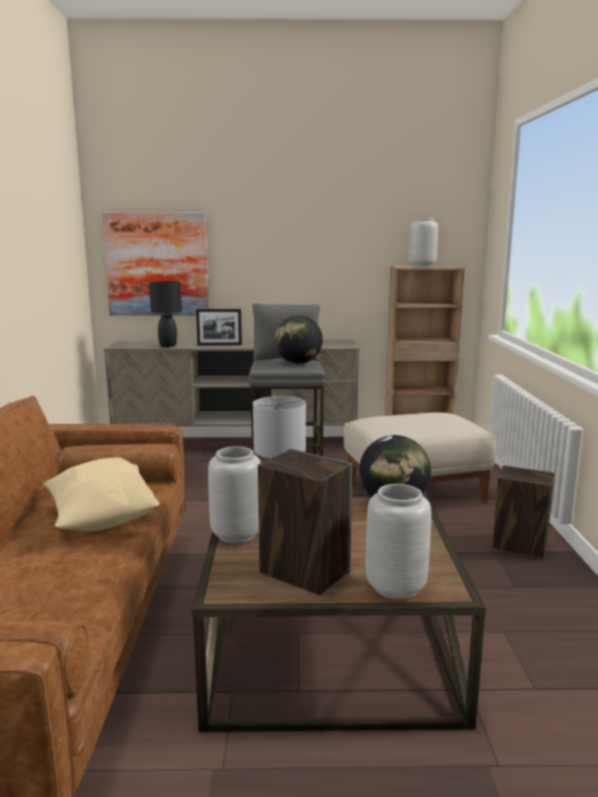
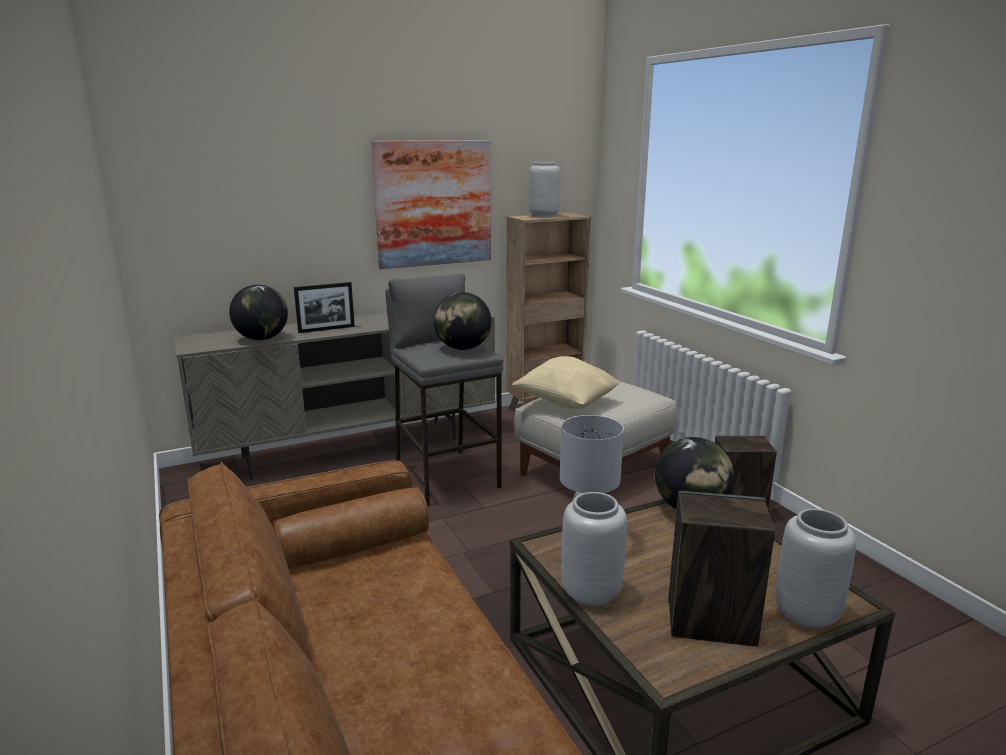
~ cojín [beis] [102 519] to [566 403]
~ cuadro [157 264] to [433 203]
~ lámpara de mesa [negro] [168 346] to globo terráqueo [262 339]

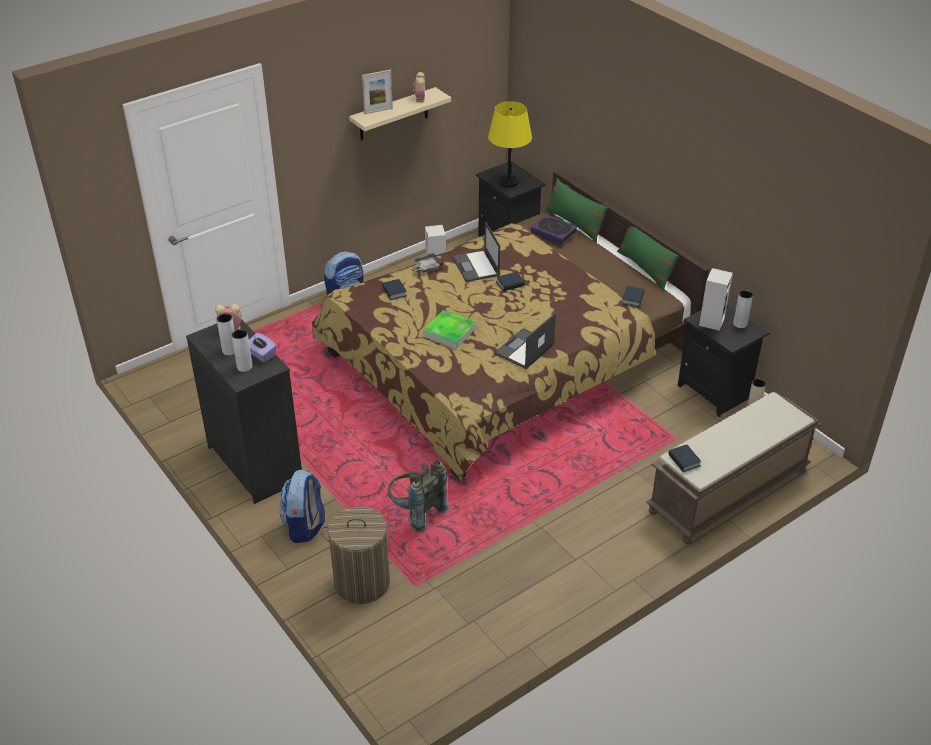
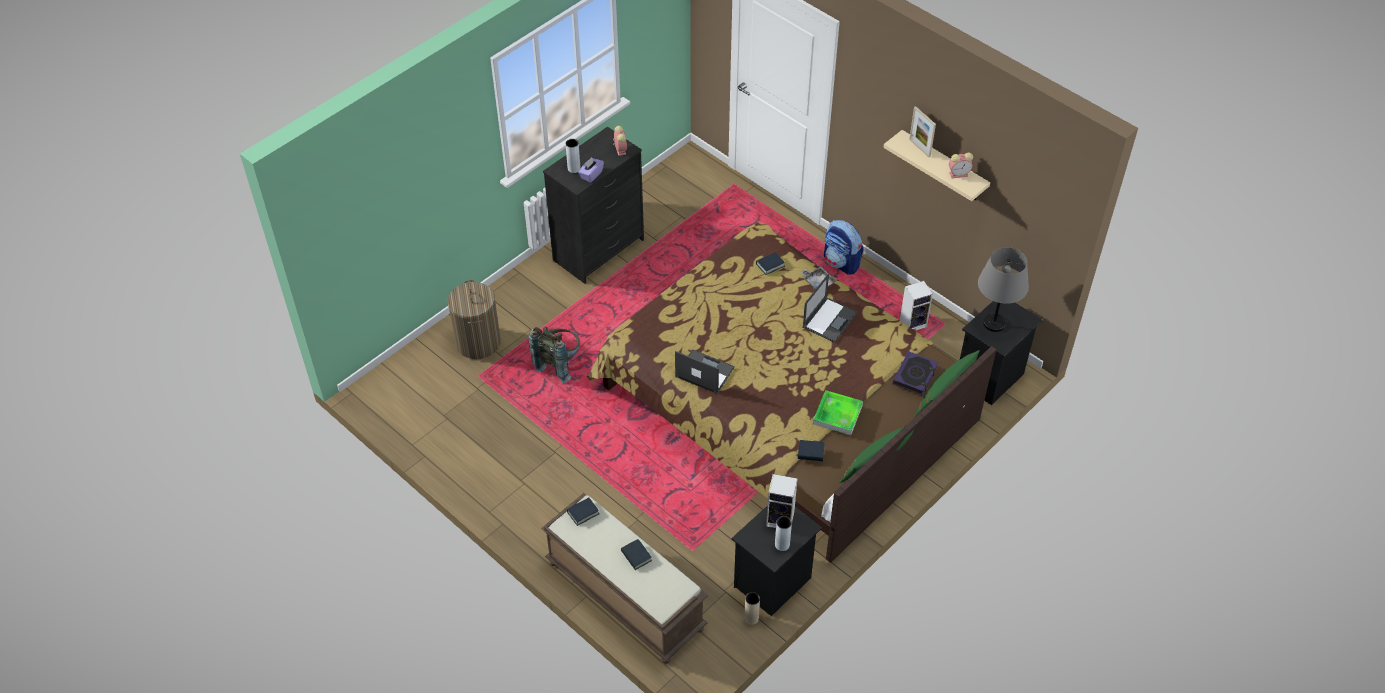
- florero [gris] [230 350]
- mochila [305 526]
~ bandeja [449 332] to [837 415]
~ portátil [476 266] = [829 319] 150 degrees clockwise
~ lámpara de mesa [amarillo] [508 182] to lámpara de mesa [gris] [994 323]
~ libro [510 284] to [636 556]

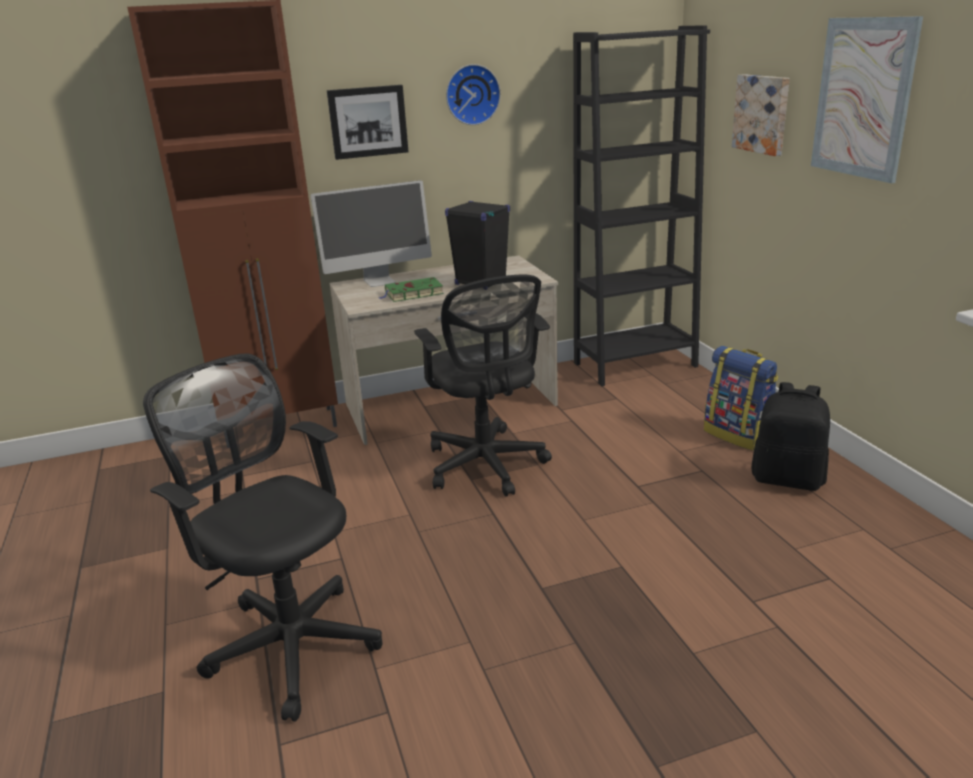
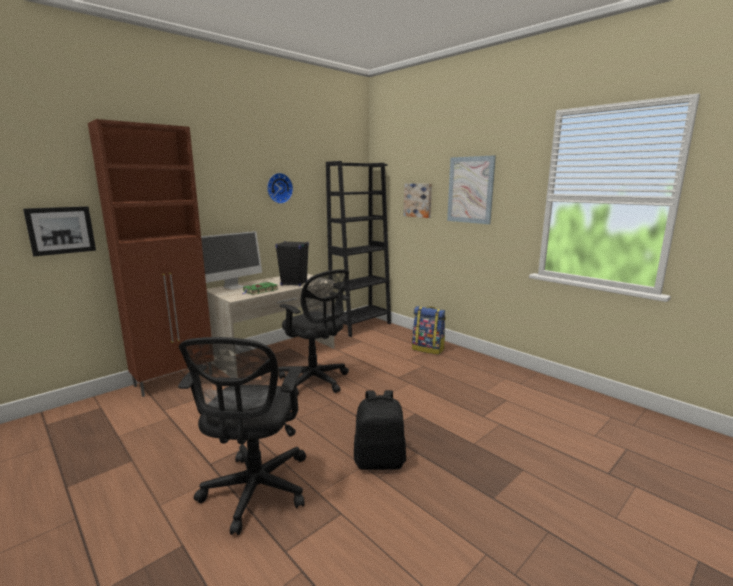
~ silla de oficina [negro] [289 641] = [254 492] 105 degrees counterclockwise
~ cuadro [368 121] to [61 230]
~ mochila [negro] [788 479] to [380 461]

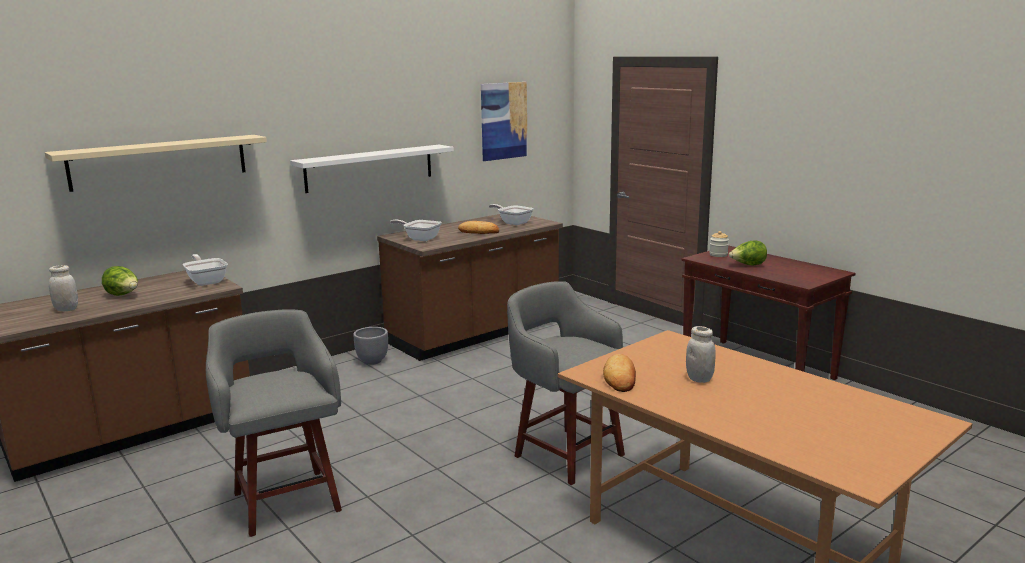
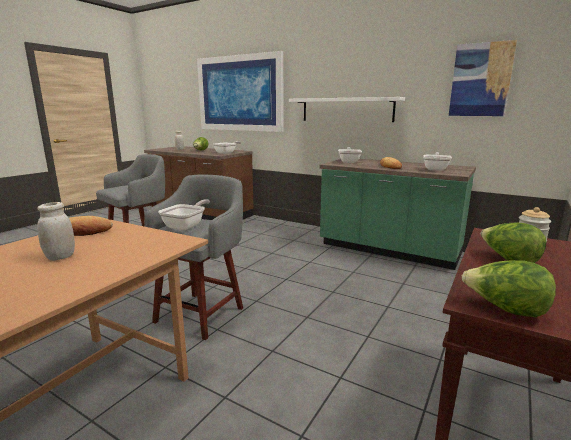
~ estante [beis] [160 162] to cuadro [239 93]
- maceta [gris] [372 361]
~ mueble bajo de cocina [marrón] [475 333] to mueble bajo de cocina [verde] [388 249]
+ sartén [187 226]
+ lechuga [505 310]

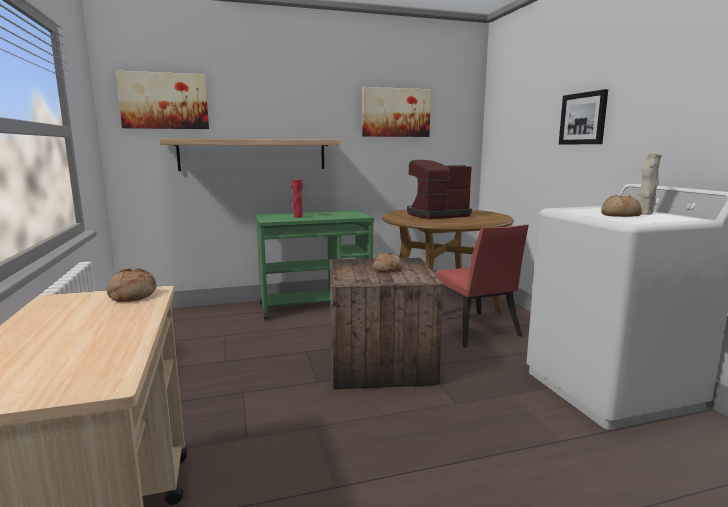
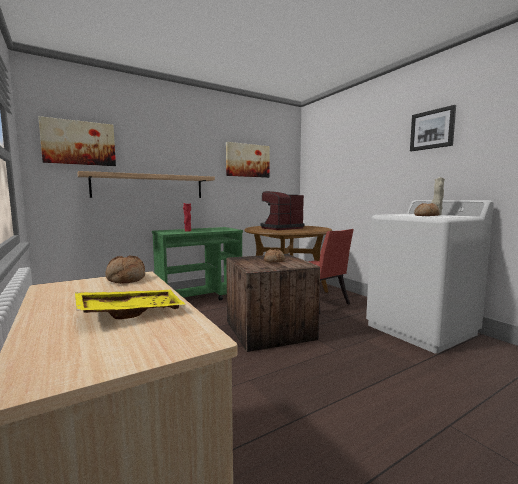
~ cuadro [583 118] to [432 129]
+ bandeja [amarillo] [131 312]

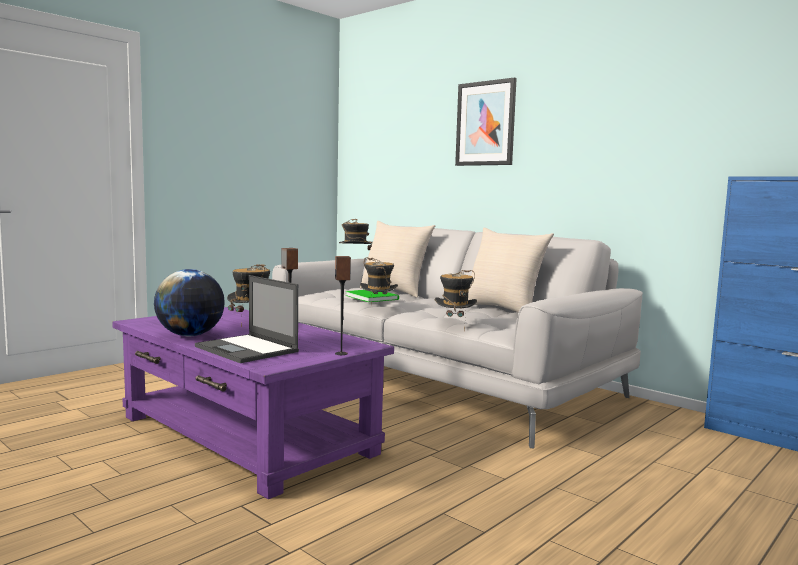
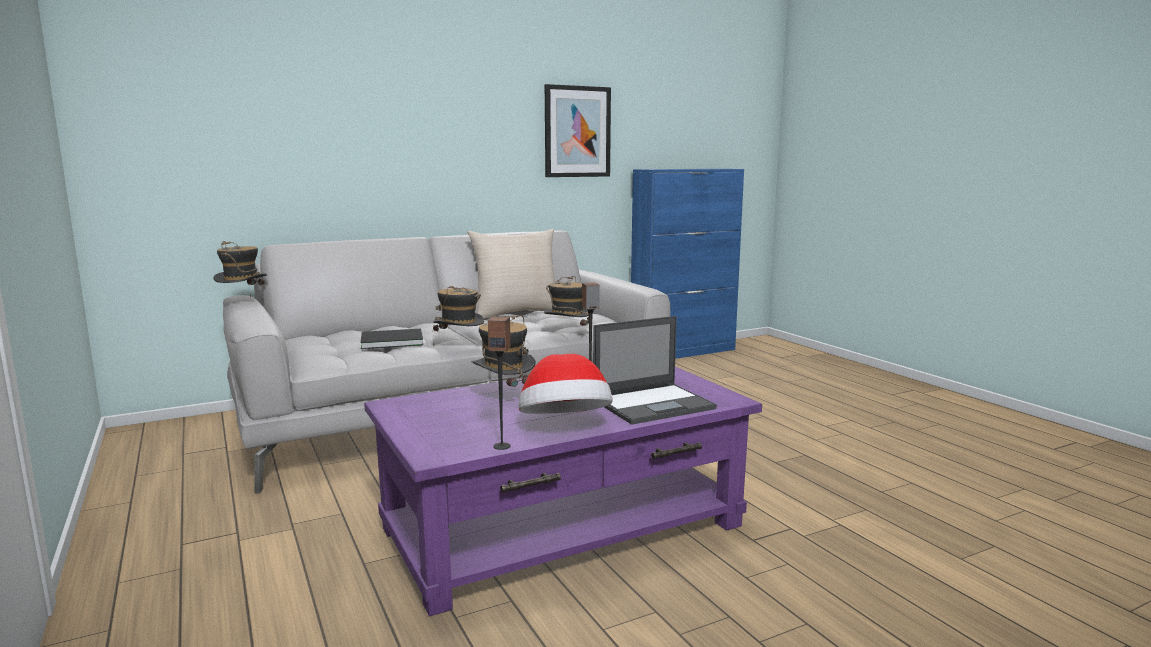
~ globo terráqueo [190 335] to sombrero [564 425]
~ altavoz [341 353] to [502 446]
~ libro [verde] [372 297] to libro [negro] [390 340]
- cojín [beis] [395 291]
~ cuadro [485 123] to [577 132]

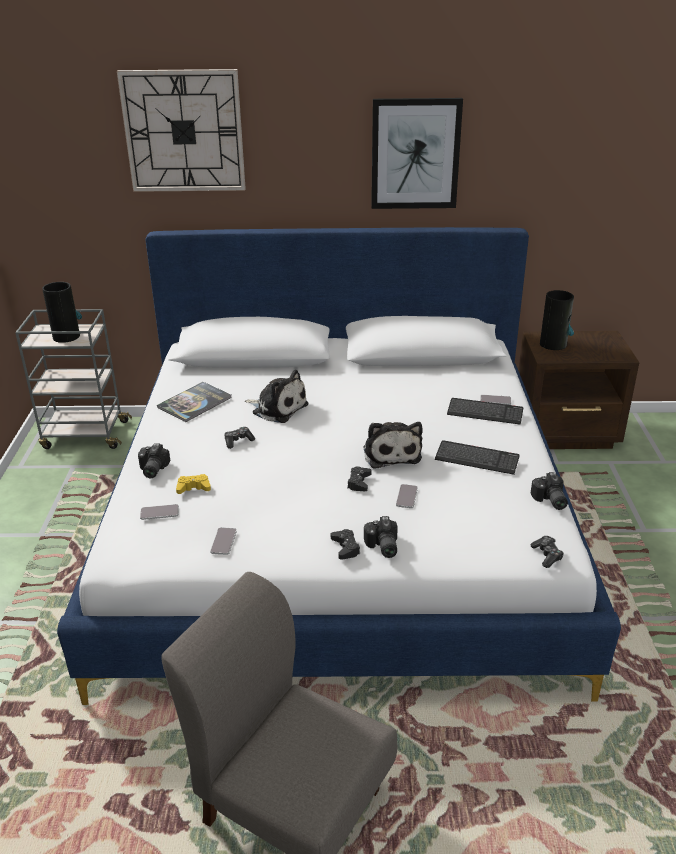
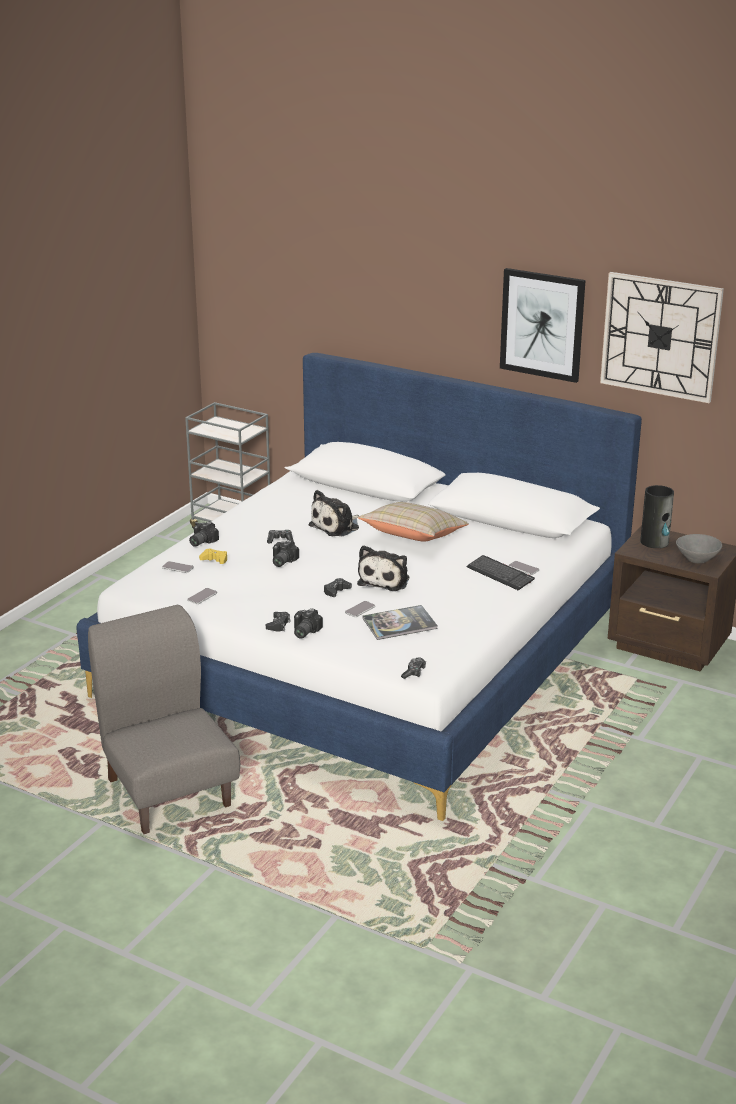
- florero [66 336]
~ reloj de pared [184 131] to [660 336]
~ libro [194 403] to [399 624]
~ peluche [277 408] = [336 526] 75 degrees clockwise
- teclado [476 459]
~ cámara [549 501] to [281 561]
+ cojín [beis] [413 537]
+ cuenco [gris] [696 559]

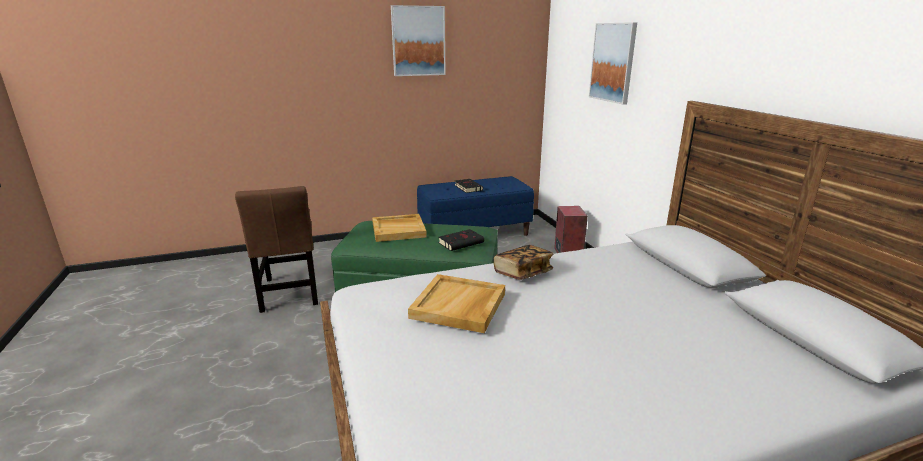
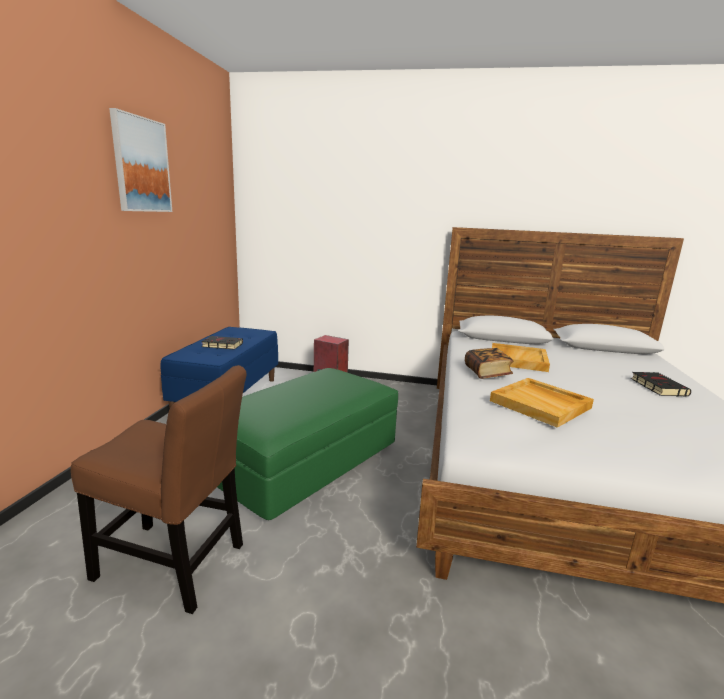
~ bandeja [beis] [399 230] to [517 359]
~ libro [negro] [462 242] to [657 386]
- cuadro [613 62]

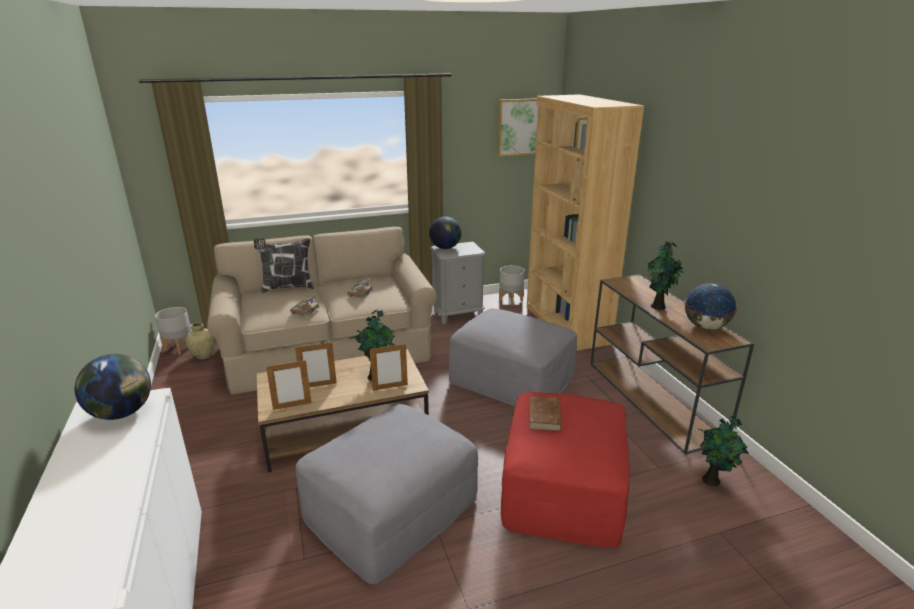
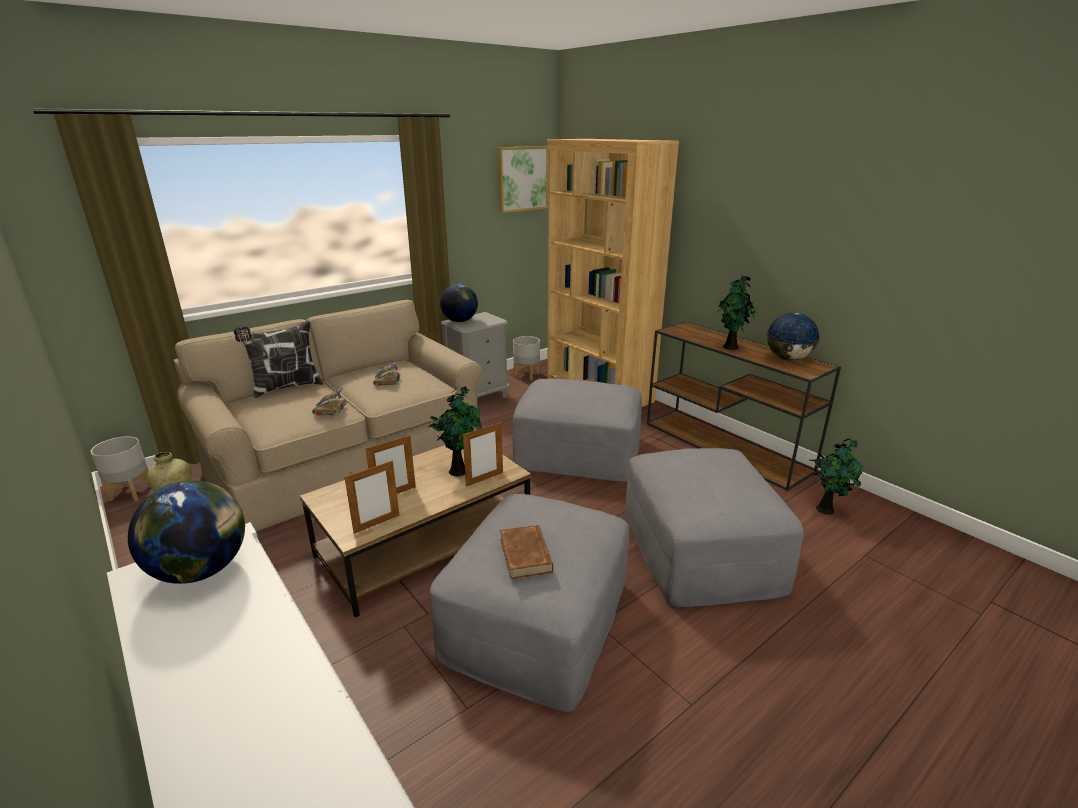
~ puf [rojo] [563 487] to puf [gris] [701 549]
~ libro [marrón] [545 416] to [526 554]

